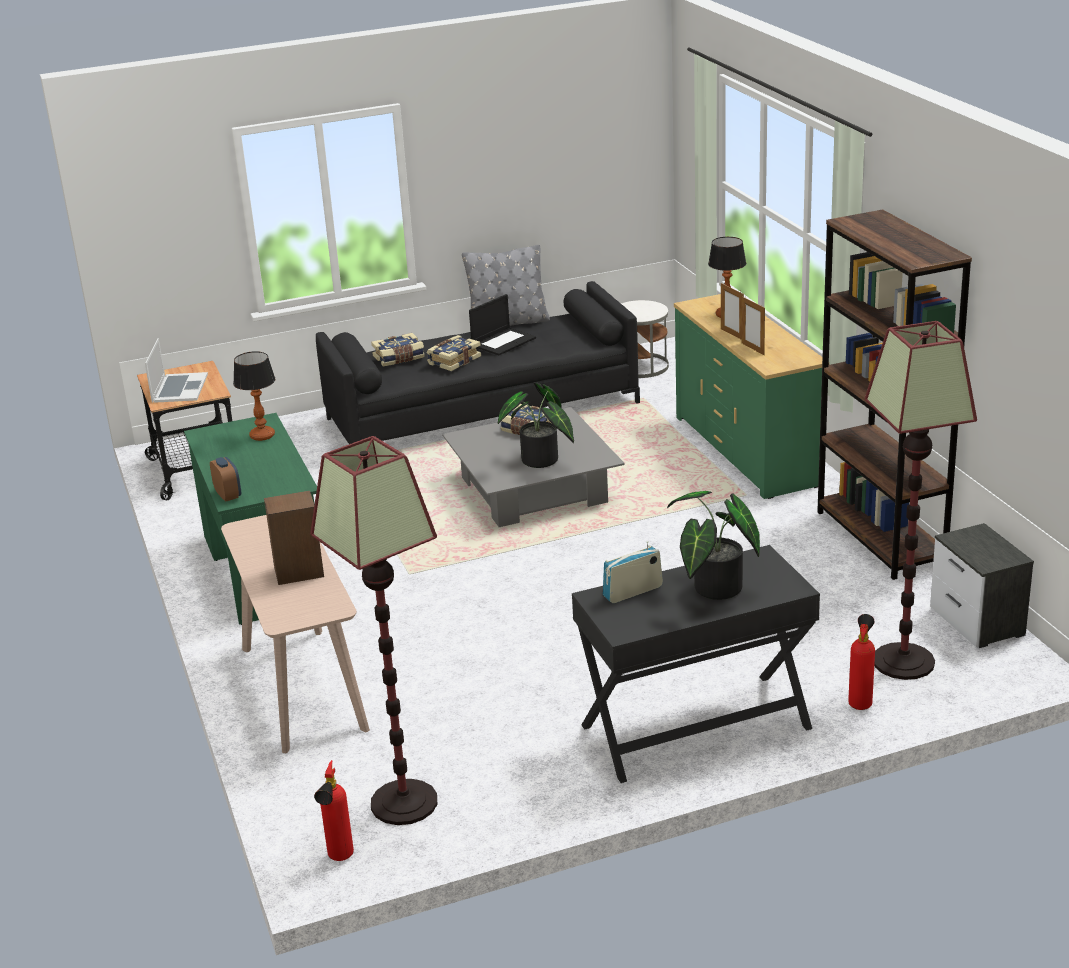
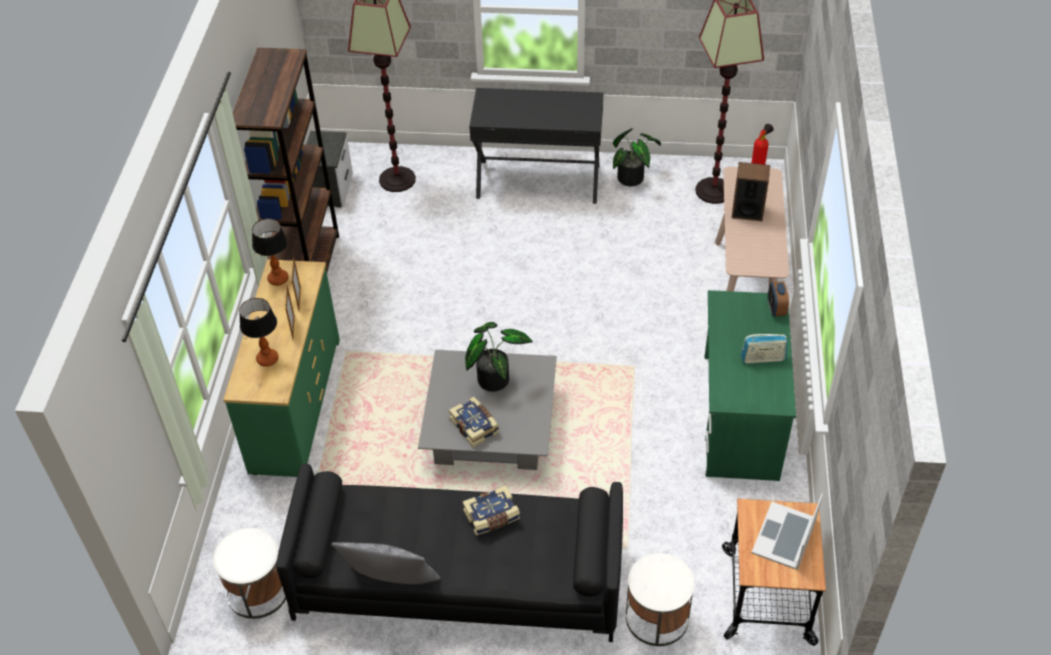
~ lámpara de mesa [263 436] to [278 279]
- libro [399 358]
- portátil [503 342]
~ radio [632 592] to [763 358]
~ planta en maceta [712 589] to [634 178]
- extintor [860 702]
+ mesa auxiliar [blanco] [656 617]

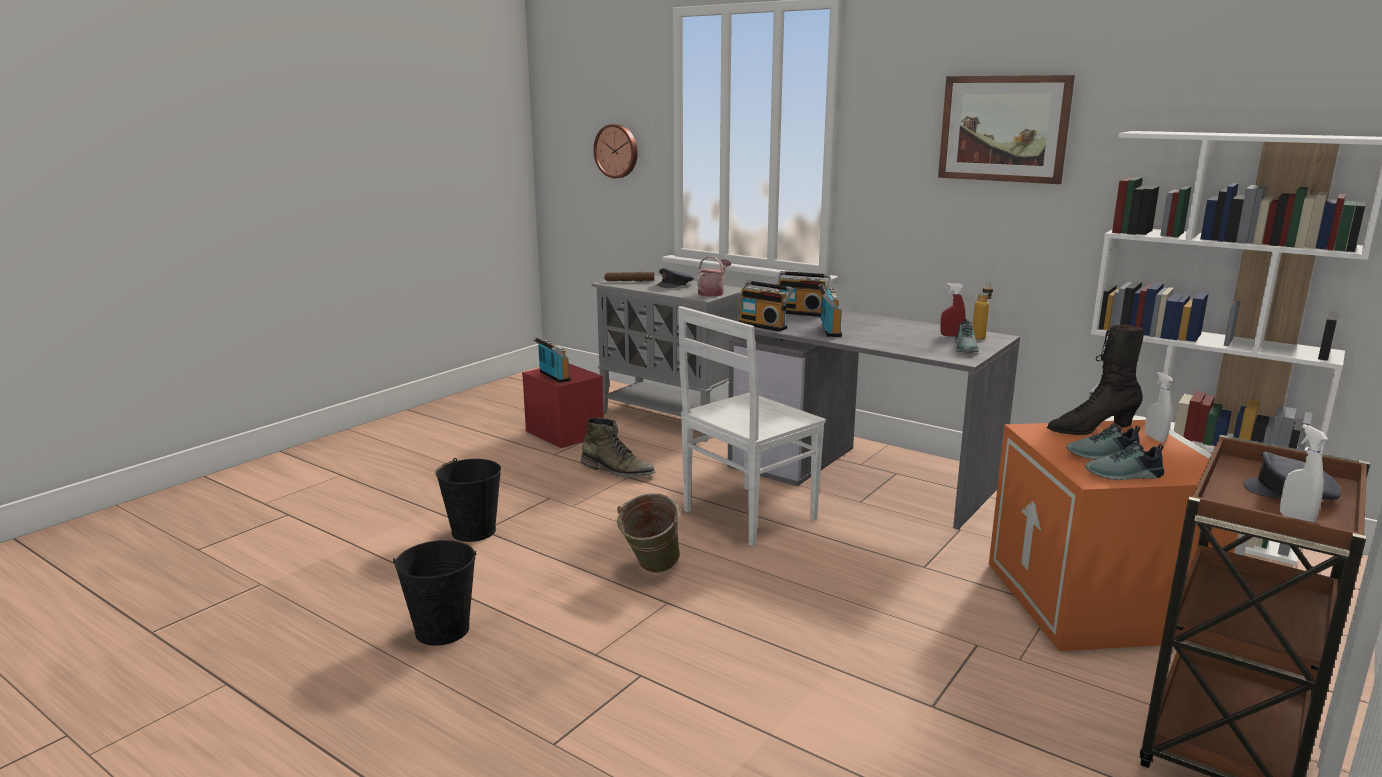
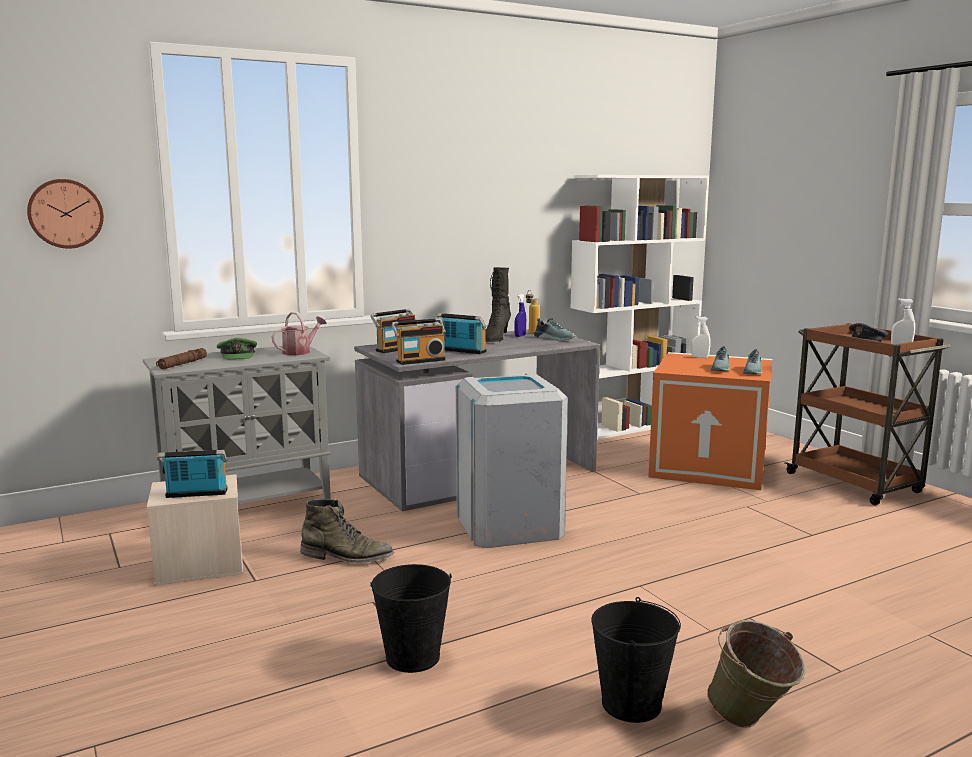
~ caja de almacenaje [rojo] [563 433] to caja de almacenaje [beis] [198 565]
~ bota [verde] [617 470] = [347 557] 45 degrees clockwise
~ cubo [verde] [650 570] to [751 723]
~ gorra [gris] [675 284] to gorra [verde] [238 355]
~ silla [blanco] [746 515] to papelera [gris] [509 525]
~ regadera [713 293] = [300 351] 75 degrees clockwise
- cuadro [1004 128]
~ pulverizador [rojo] [951 335] to pulverizador [azul] [520 336]
~ bota [negro] [1091 430] to [496 338]

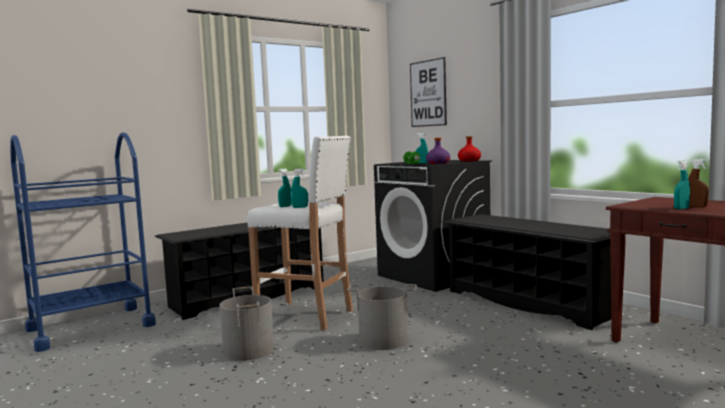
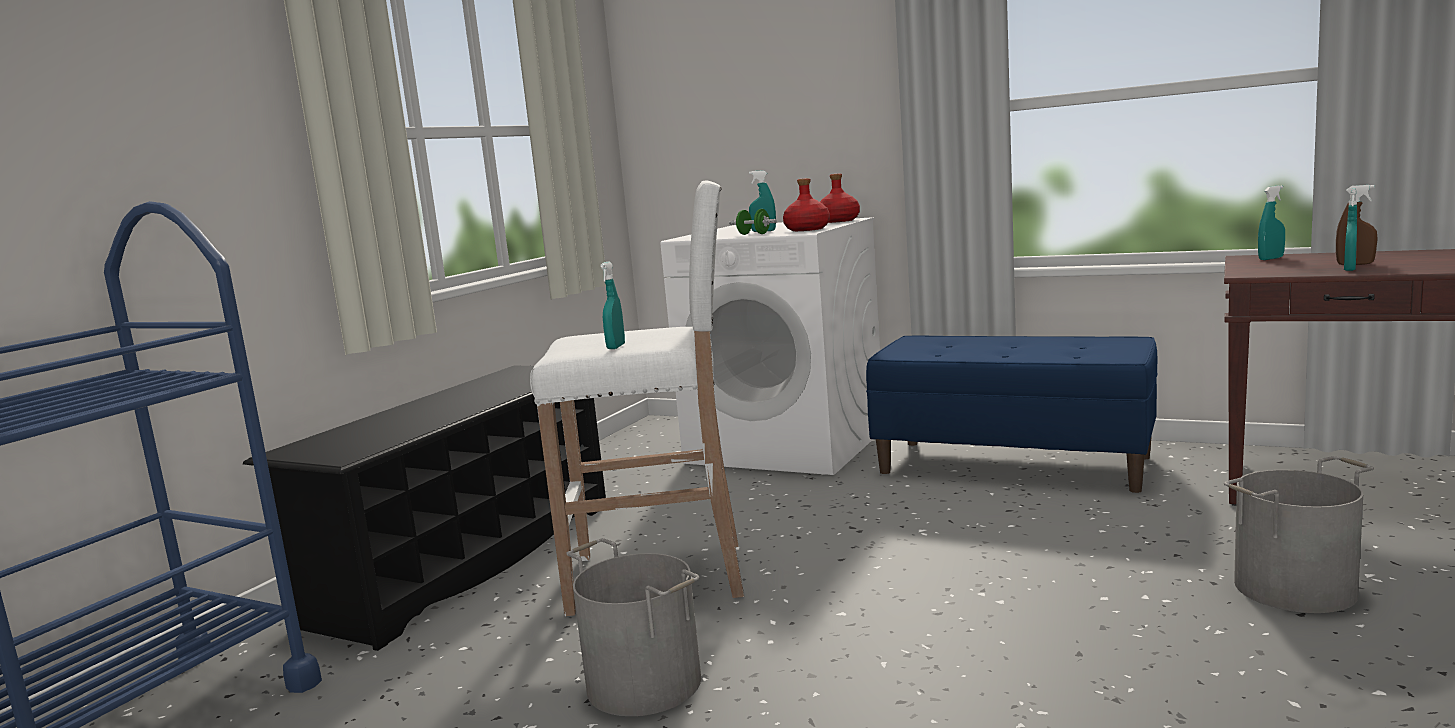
~ pulverizador [turquesa] [300 207] to [1271 258]
~ cubo [gris] [383 340] to [1296 588]
~ lavadora [negro] [434 276] to lavadora [blanco] [788 446]
- cuadro [428 93]
~ botella [morado] [438 163] to botella [rojo] [806 229]
~ zapatero [negro] [529 302] to banco [azul] [1014 464]

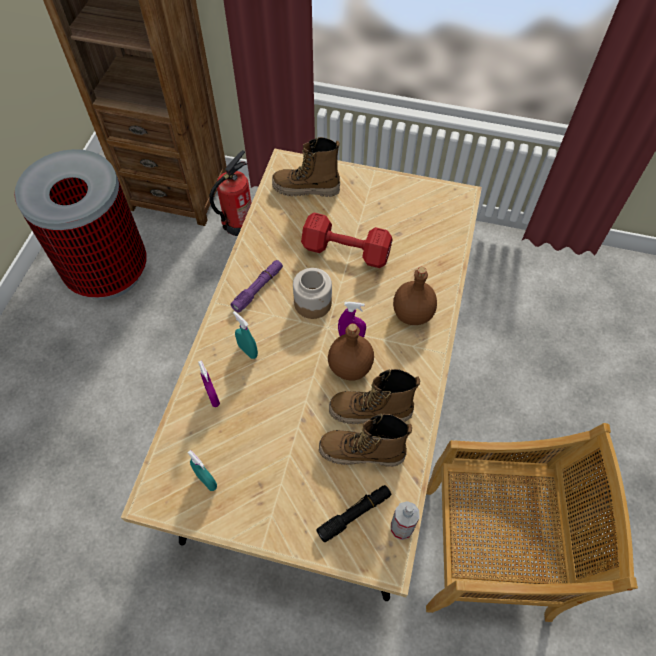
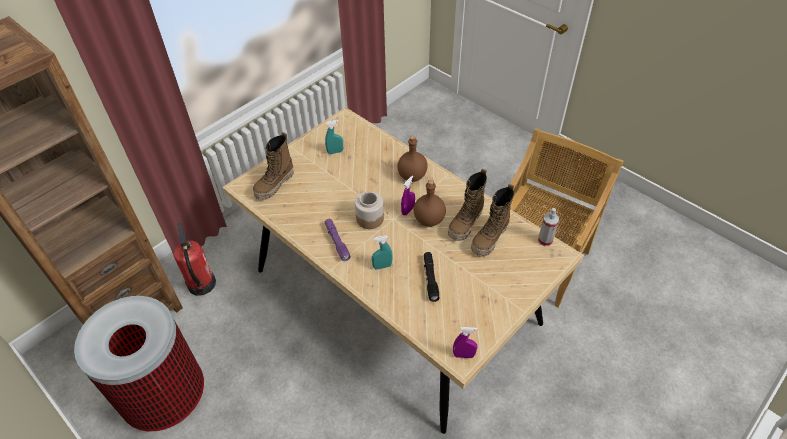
~ pulverizador [turquesa] [207 481] to [335 152]
~ pulverizador [morado] [213 397] to [464 355]
- mancuerna [rojo] [344 250]
~ linterna [negro] [354 514] to [430 279]

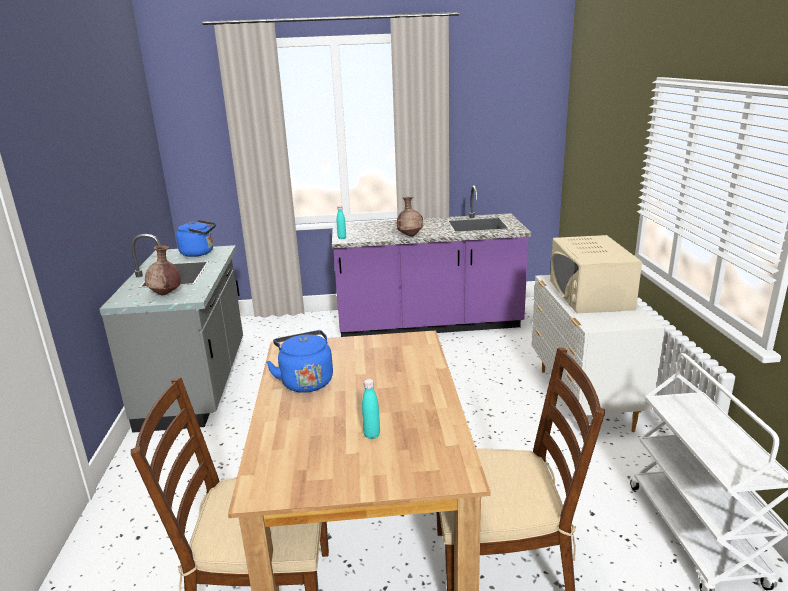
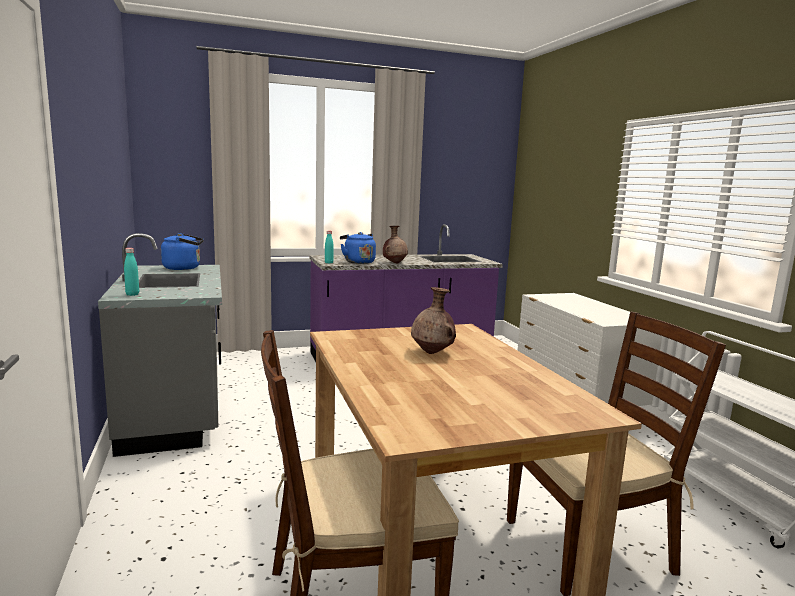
~ florero [marrón] [166 294] to [432 352]
~ hervidor [azul] [305 381] to [358 262]
~ botella [turquesa] [372 435] to [132 294]
- microondas [beis] [590 294]

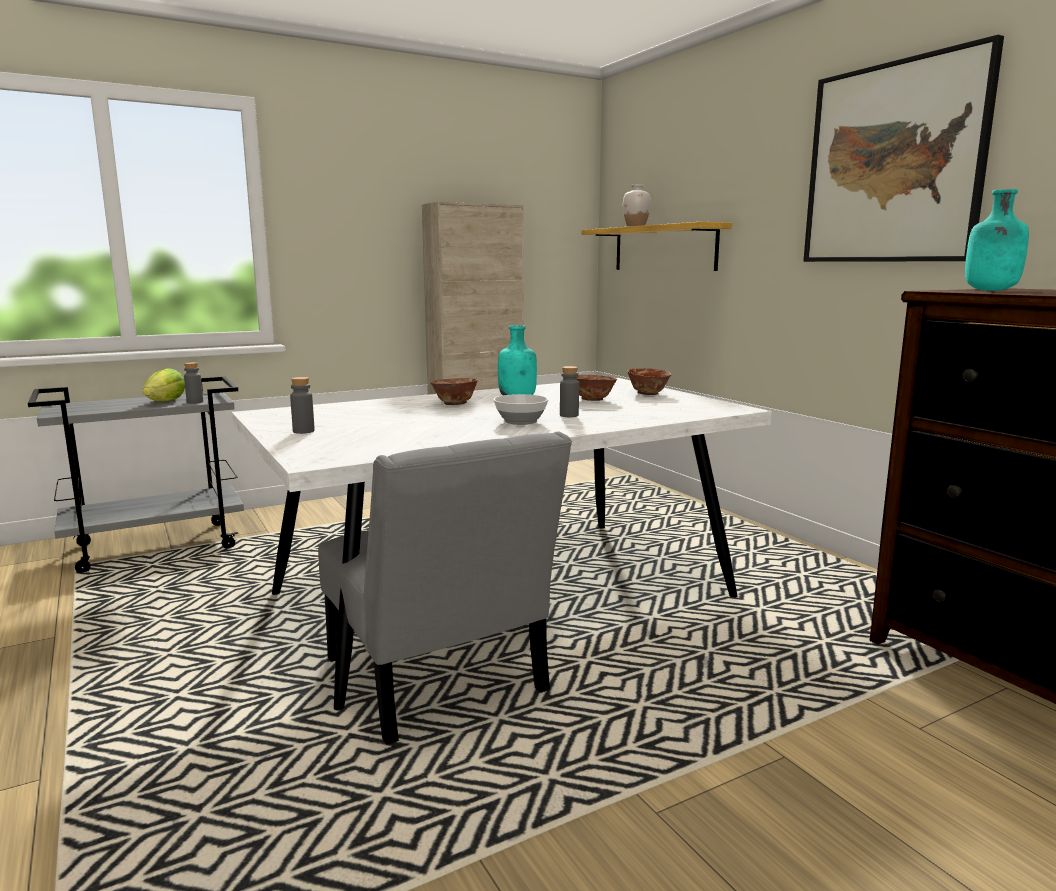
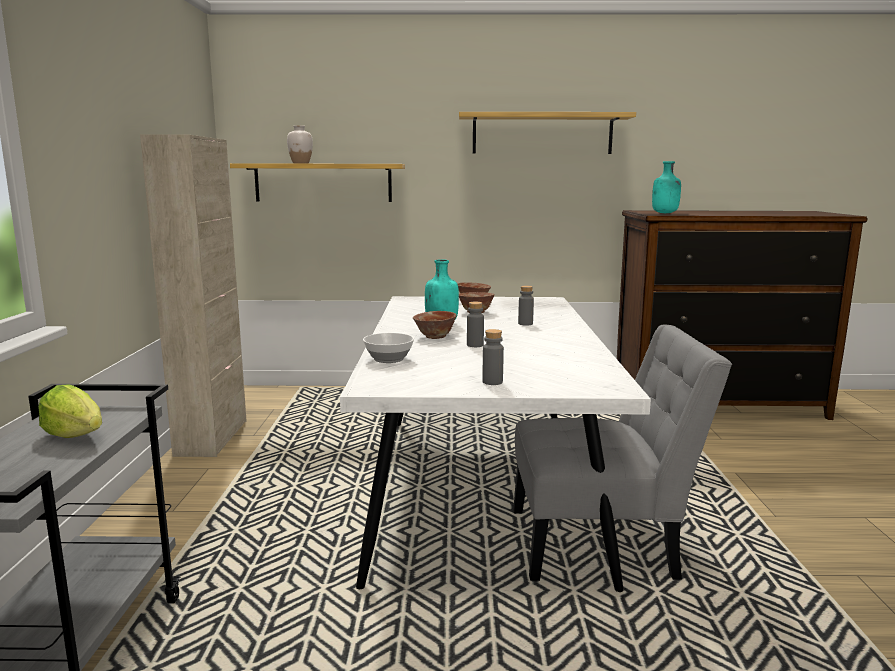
~ botella [gris] [195 402] to [475 345]
~ cuenco [521 422] to [389 359]
~ cuadro [893 164] to estante [542 134]

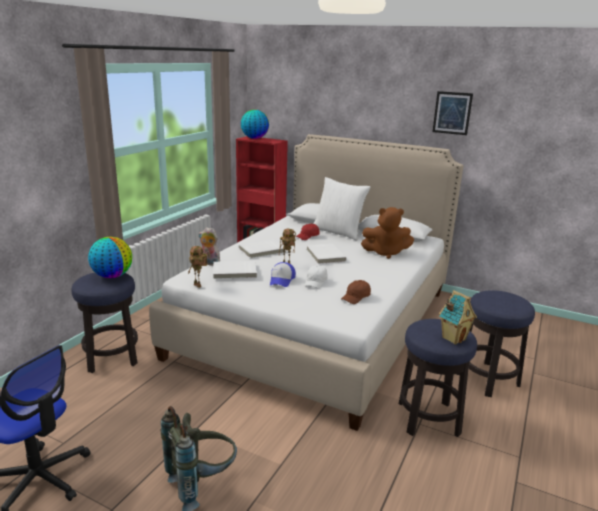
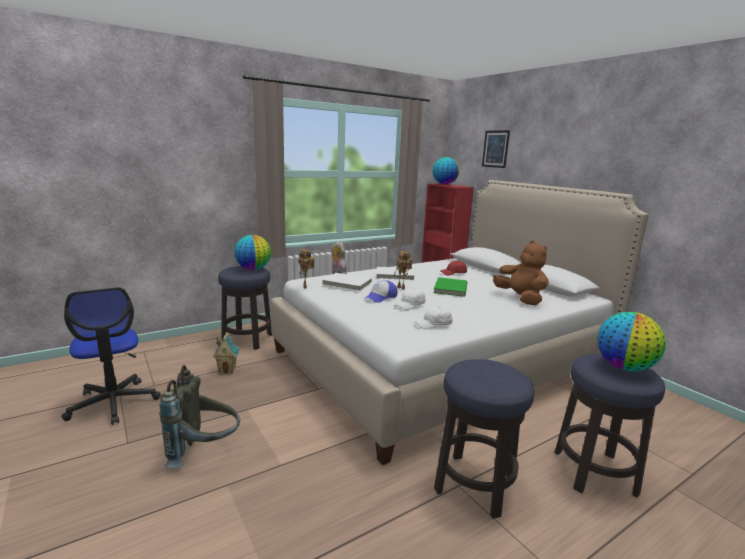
~ libro [blanco] [325 255] to libro [verde] [449 288]
- cojín [blanco] [338 232]
~ gorra [marrón] [356 297] to gorra [blanco] [434 325]
~ peluche [marrón] [385 253] = [520 299] 150 degrees counterclockwise
~ cuadro [452 113] to [495 149]
~ casita [453 338] to [227 370]
+ globo terráqueo [624 367]

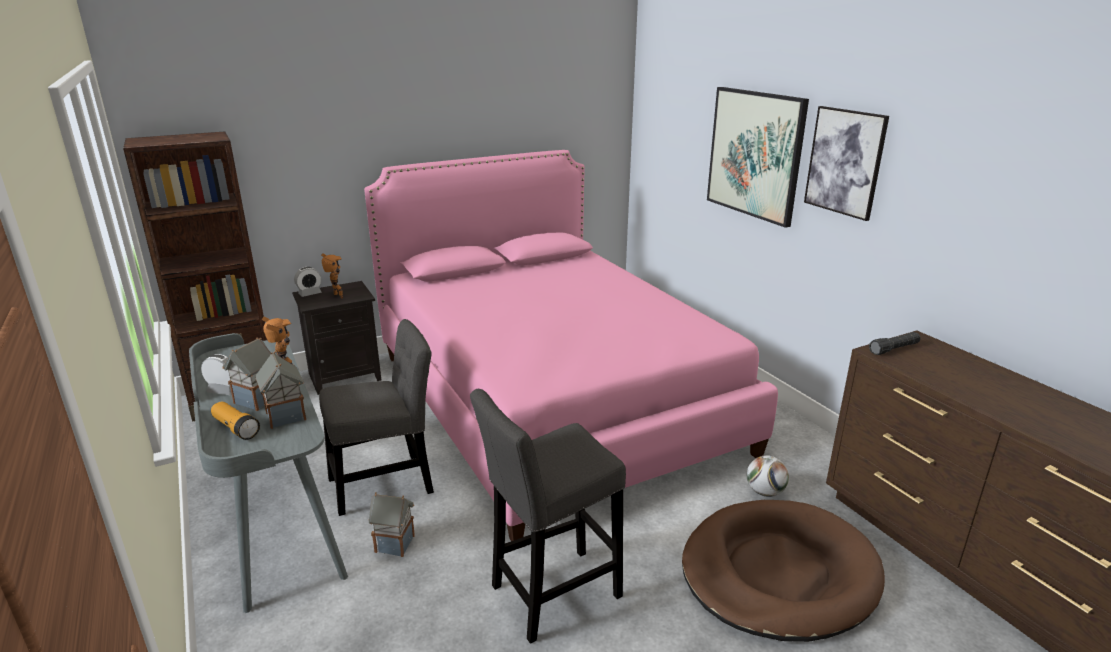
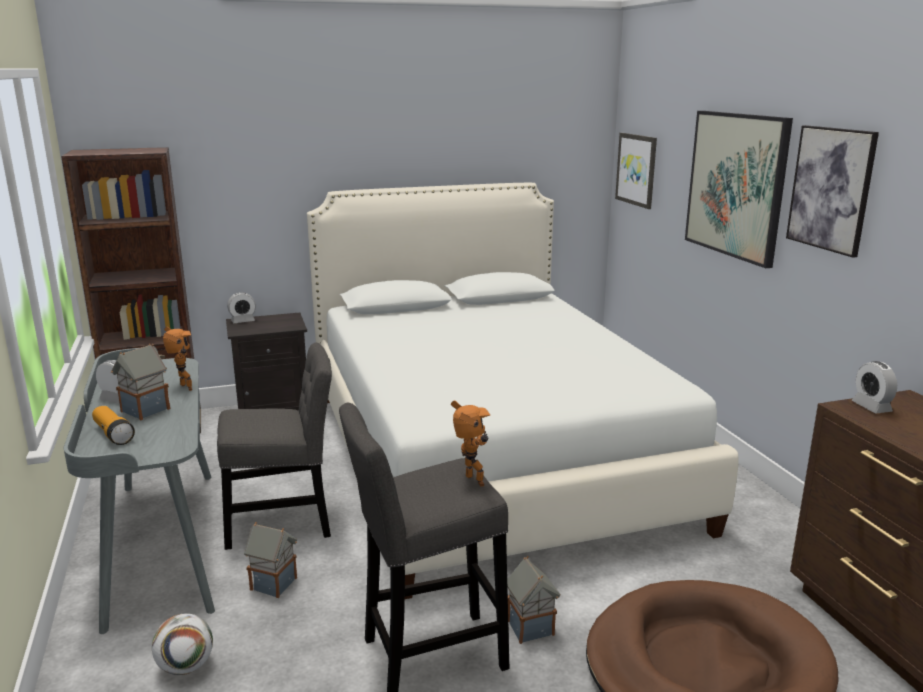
~ casita [286 417] to [531 628]
~ robot de juguete [337 297] to [472 482]
~ cama [rosa] [552 400] to cama [blanco] [489 455]
~ balón de fútbol [764 492] to [185 667]
~ linterna [negro] [894 349] to despertador [871 407]
+ cuadro [637 169]

